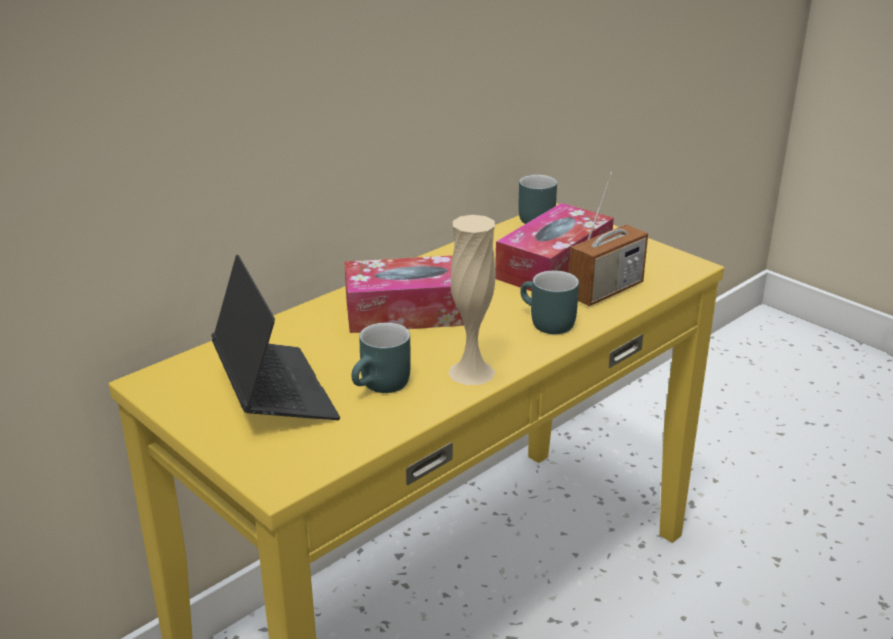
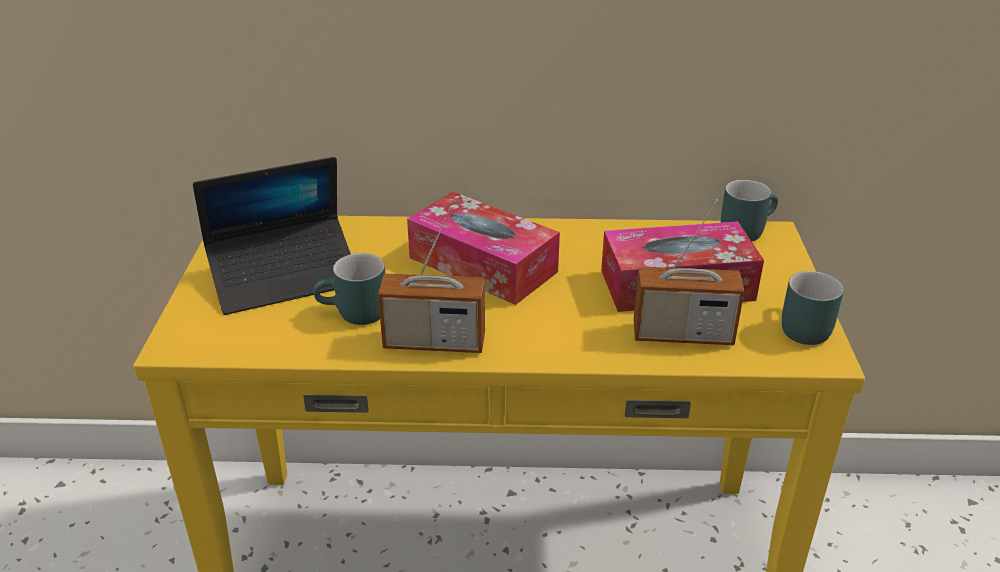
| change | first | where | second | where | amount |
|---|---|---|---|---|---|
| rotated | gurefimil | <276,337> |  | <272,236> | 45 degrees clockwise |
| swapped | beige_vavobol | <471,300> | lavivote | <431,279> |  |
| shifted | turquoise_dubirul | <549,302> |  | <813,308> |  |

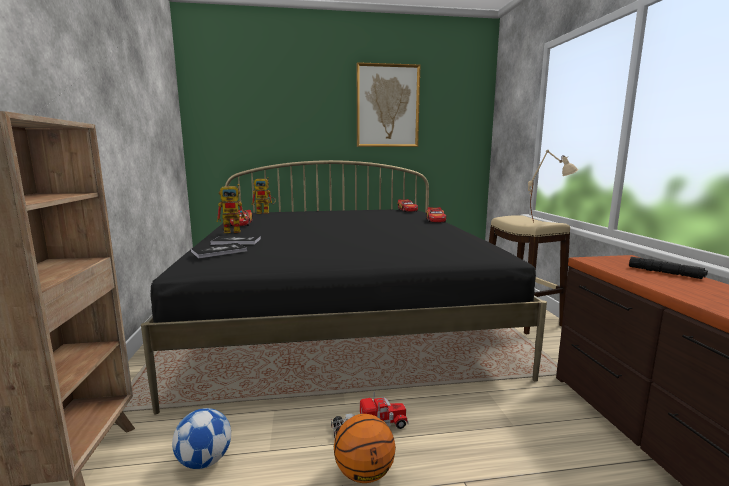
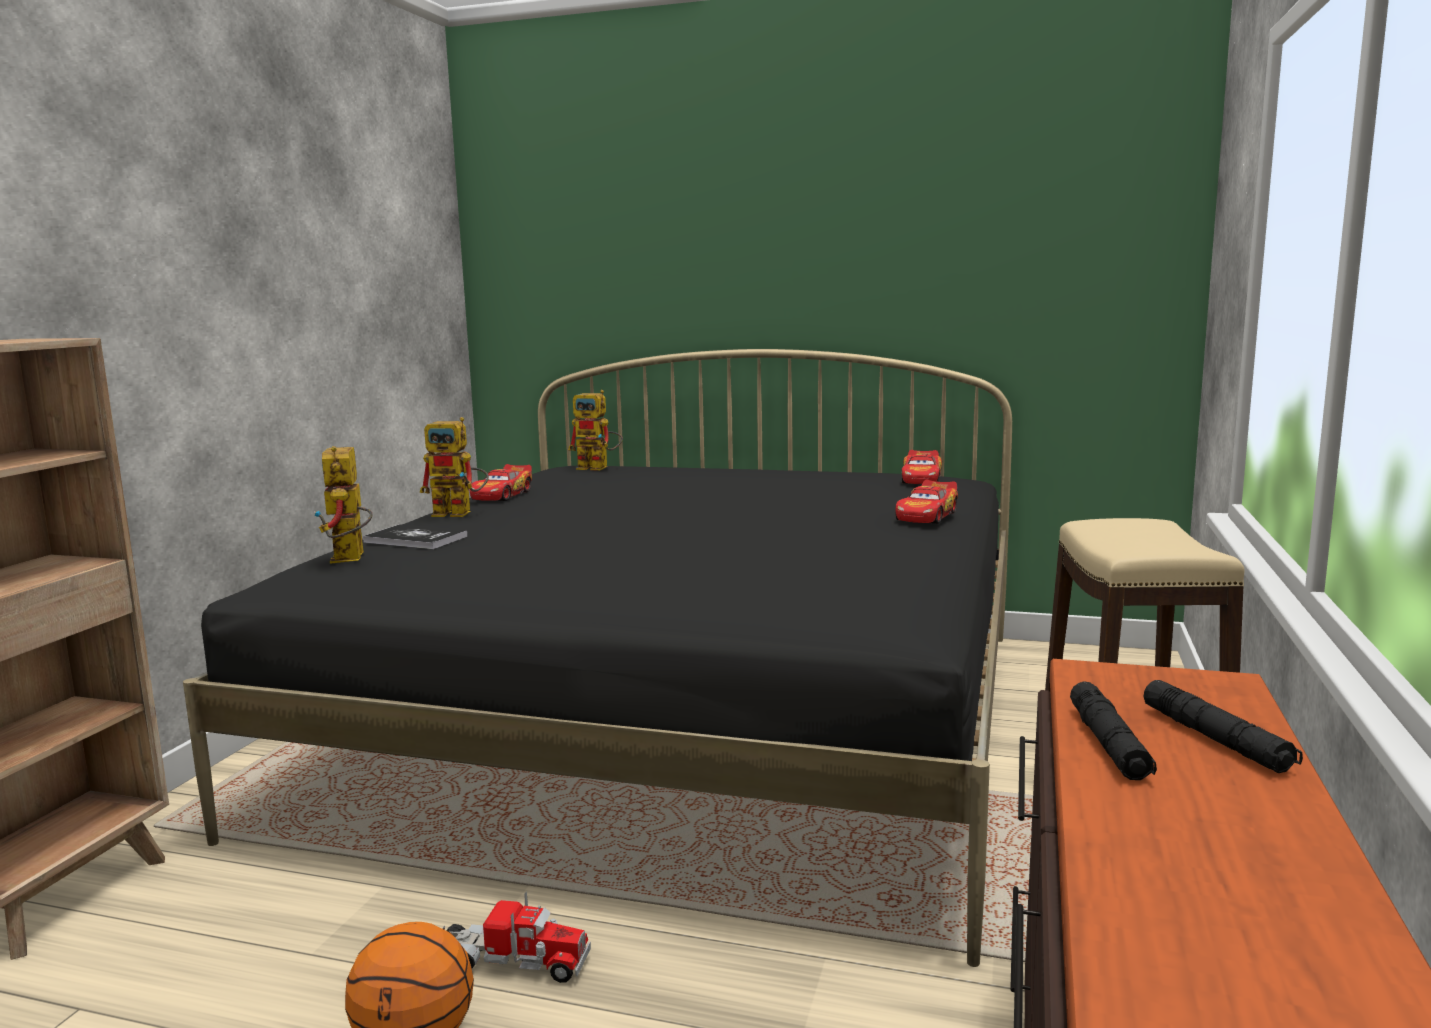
| change | first | where | second | where | amount |
|---|---|---|---|---|---|
| swapped | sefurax | <219,250> | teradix | <343,505> |  |
| new |  |  | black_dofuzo | <1113,730> |  |
| gone | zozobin | <201,438> |  |  |  |
| gone | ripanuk | <388,104> |  |  |  |
| gone | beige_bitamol | <553,186> |  |  |  |

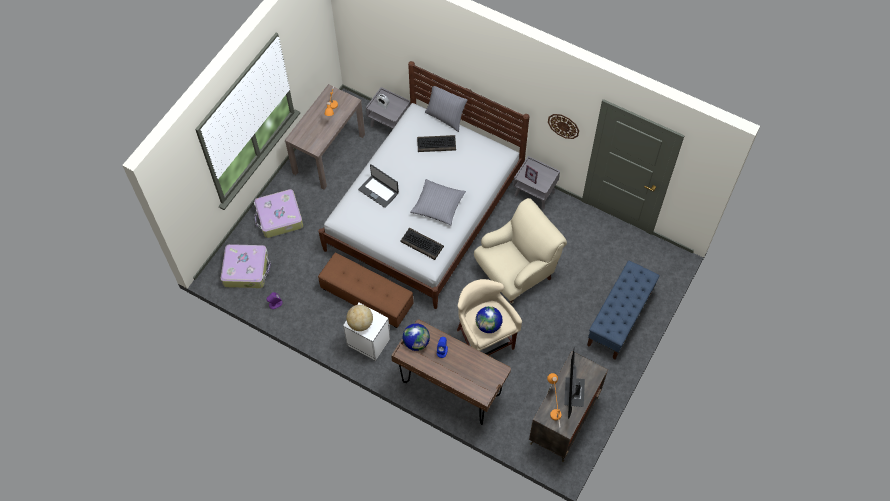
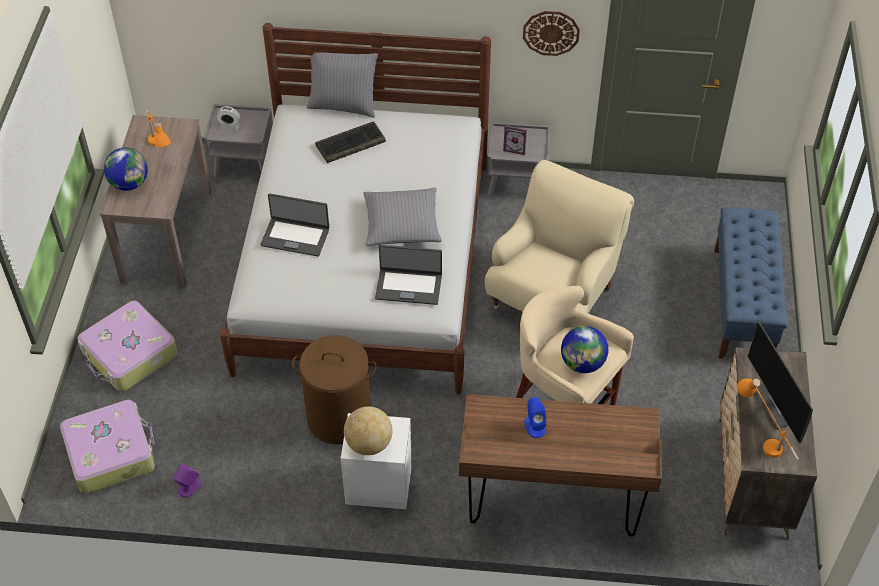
| change | first | where | second | where | amount |
|---|---|---|---|---|---|
| shifted | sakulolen | <416,337> |  | <126,169> |  |
| swapped | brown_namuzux | <366,290> | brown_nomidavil | <334,389> |  |
| swapped | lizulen | <422,244> | gurefimil | <408,275> |  |

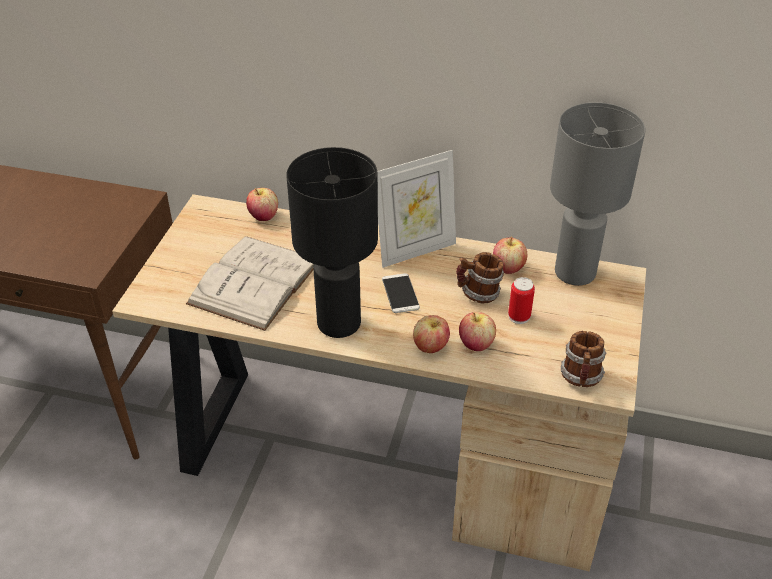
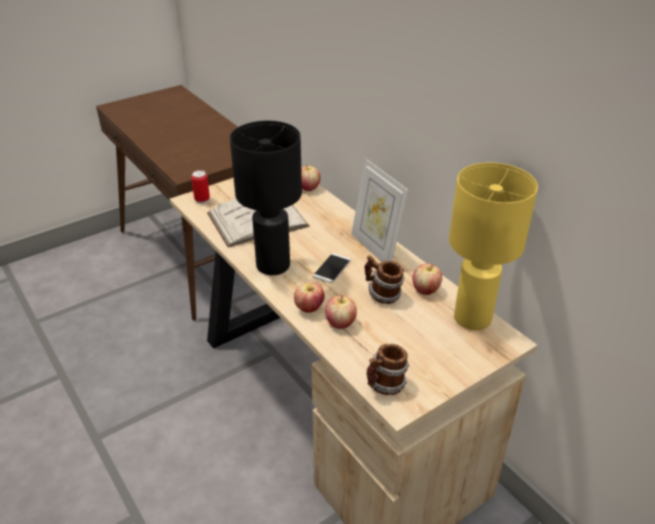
| change | first | where | second | where | amount |
|---|---|---|---|---|---|
| shifted | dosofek | <521,300> |  | <200,187> |  |
| rotated | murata | <416,209> |  | <379,210> | 45 degrees clockwise |
| repainted | grey_bitamol | <597,194> | yellow_bitamol | <493,246> |  |

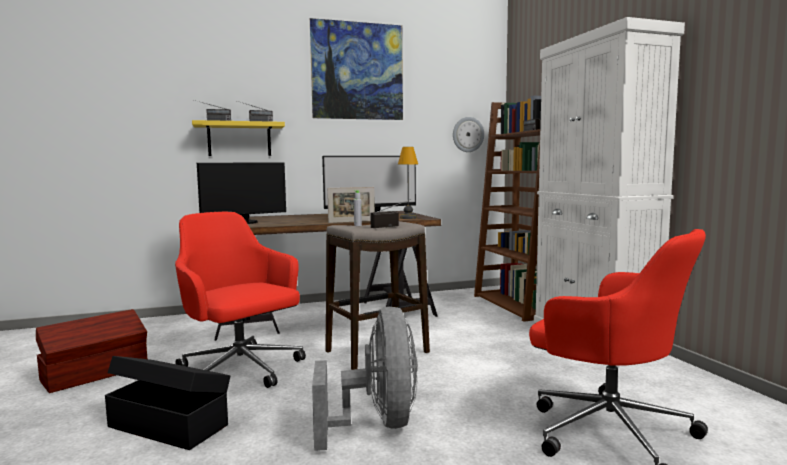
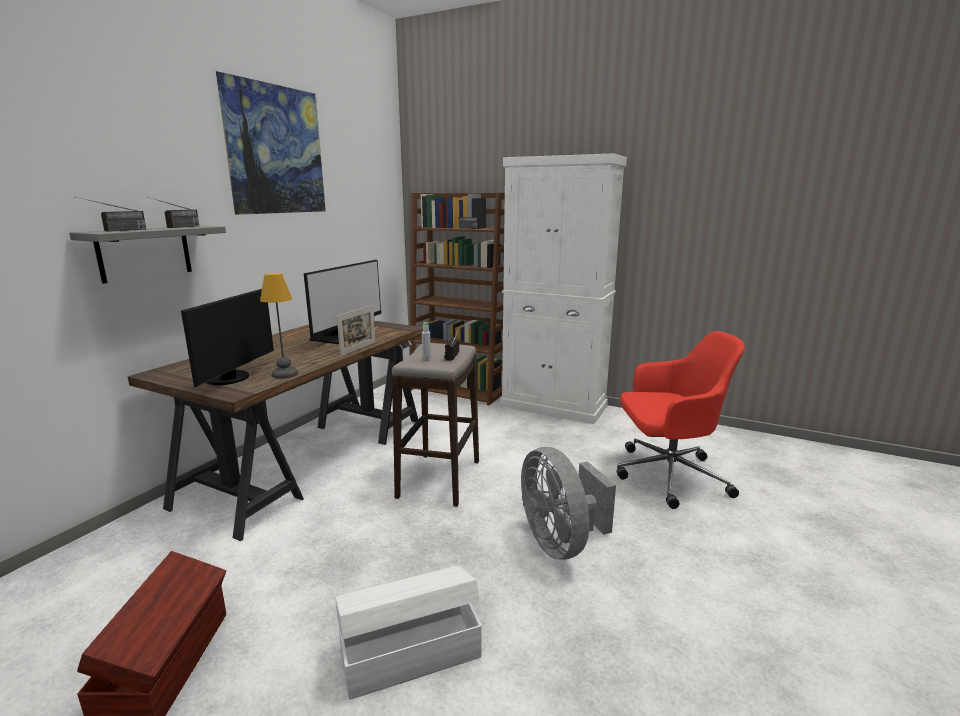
| change | first | where | second | where | amount |
|---|---|---|---|---|---|
| repainted | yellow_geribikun | <238,138> | grey_geribikun | <147,254> |  |
| shifted | bitamol | <408,183> |  | <279,326> |  |
| repainted | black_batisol | <167,403> | white_batisol | <409,632> |  |
| rotated | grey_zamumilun | <365,379> |  | <568,503> | 150 degrees counterclockwise |
| gone | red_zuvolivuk | <240,300> |  |  |  |
| gone | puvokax | <468,134> |  |  |  |

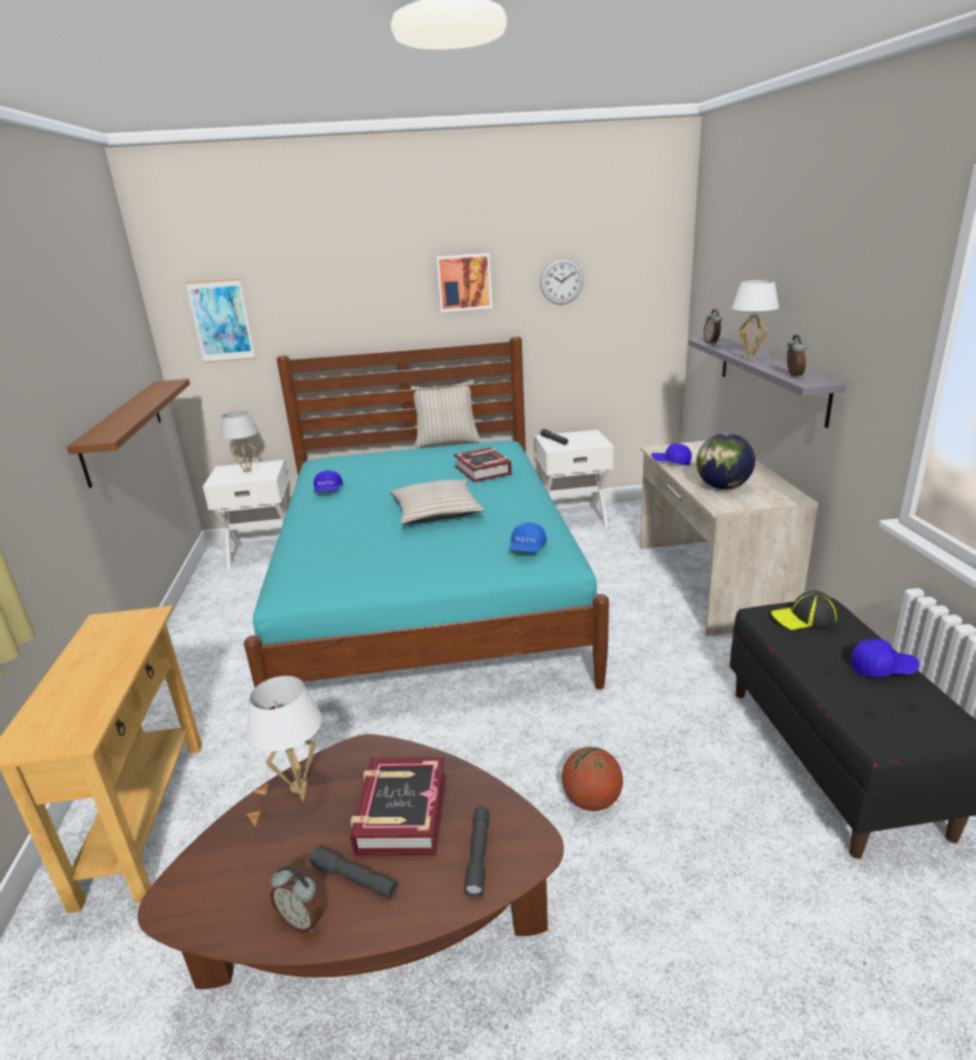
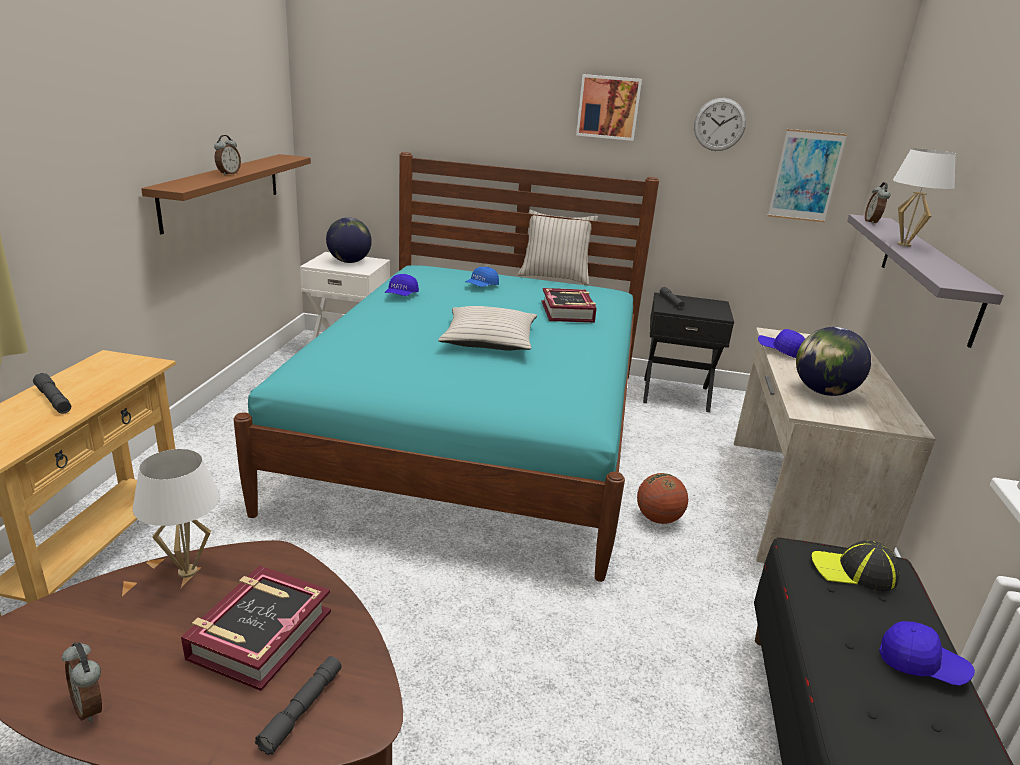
| change | first | where | second | where | amount |
|---|---|---|---|---|---|
| shifted | grey_dofuzo | <353,872> |  | <52,393> |  |
| shifted | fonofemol | <796,356> |  | <227,155> |  |
| swapped | white_bitamol | <239,441> | sakulolen | <349,240> |  |
| shifted | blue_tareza | <528,537> |  | <482,277> |  |
| shifted | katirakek | <592,779> |  | <662,498> |  |
| repainted | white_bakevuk | <574,479> | black_bakevuk | <688,352> |  |
| shifted | ripanuk | <220,320> |  | <807,175> |  |

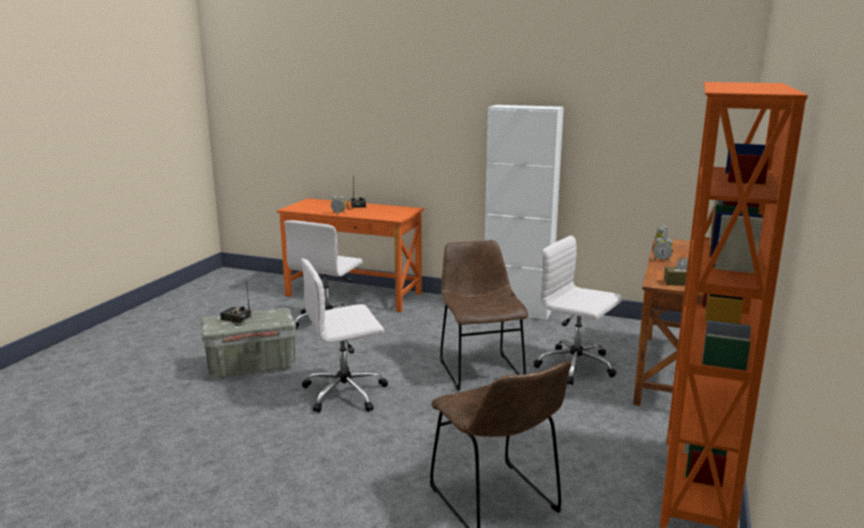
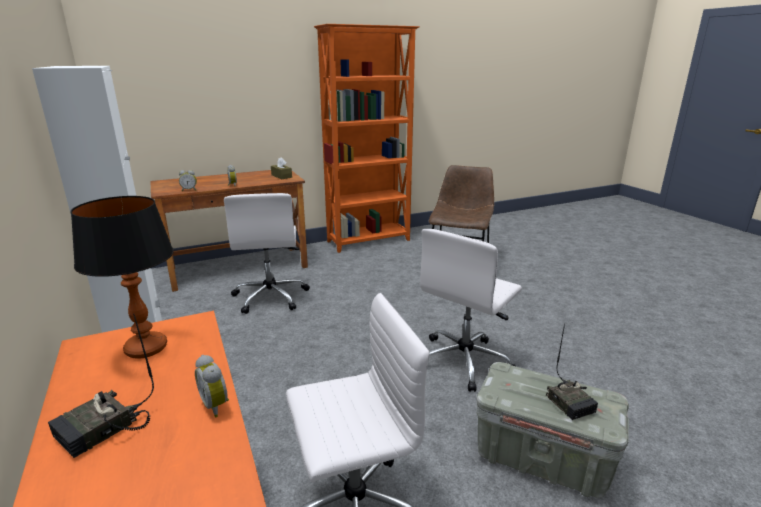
| change | first | where | second | where | amount |
|---|---|---|---|---|---|
| new |  |  | bitamol | <122,277> |  |
| rotated | white_zuvolivuk | <344,335> |  | <471,310> | 105 degrees clockwise |
| gone | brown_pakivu | <484,315> |  |  |  |

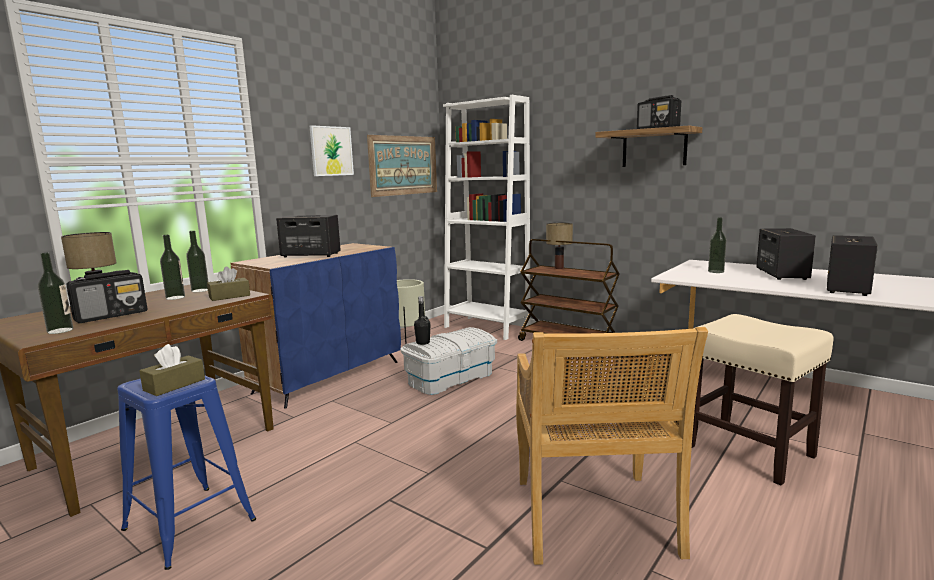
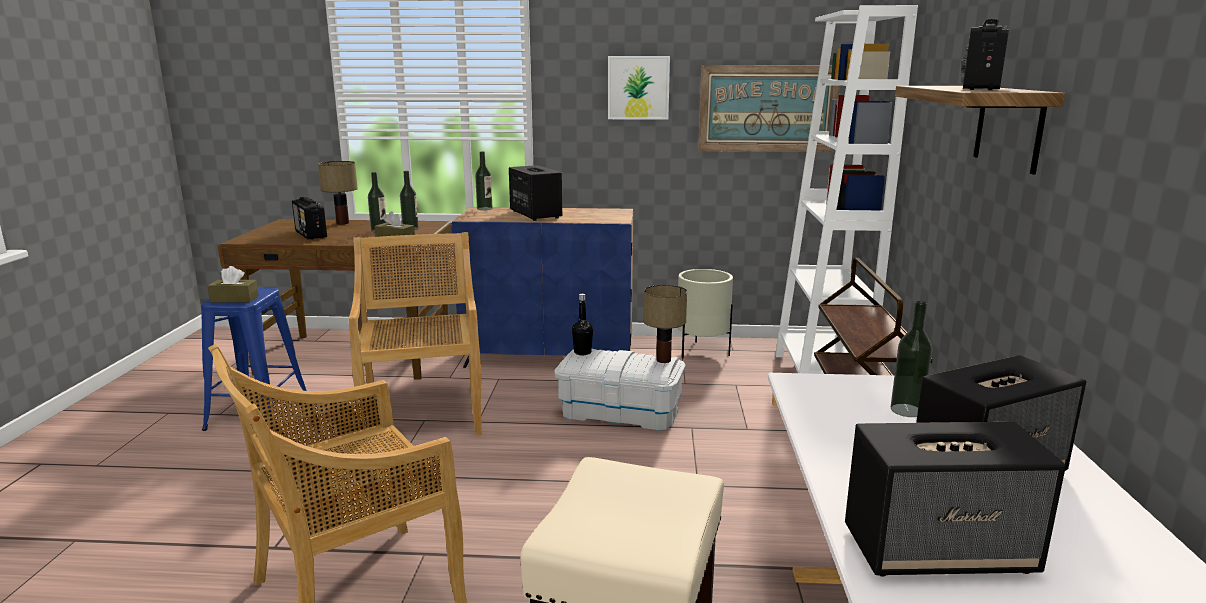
| change | first | where | second | where | amount |
|---|---|---|---|---|---|
| rotated | lavivote | <107,296> |  | <309,218> | 45 degrees clockwise |
| new |  |  | beige_pakivu | <415,333> |  |
| shifted | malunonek | <55,293> |  | <483,180> |  |
| shifted | bitamol | <559,246> |  | <665,324> |  |

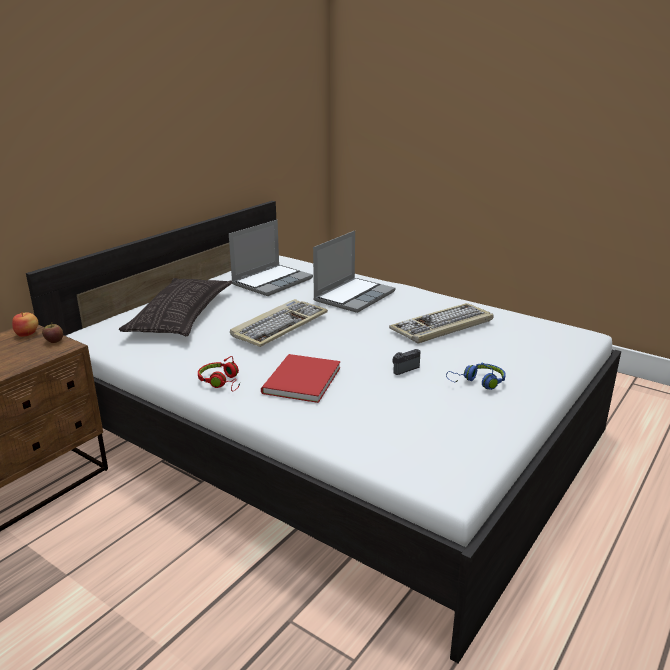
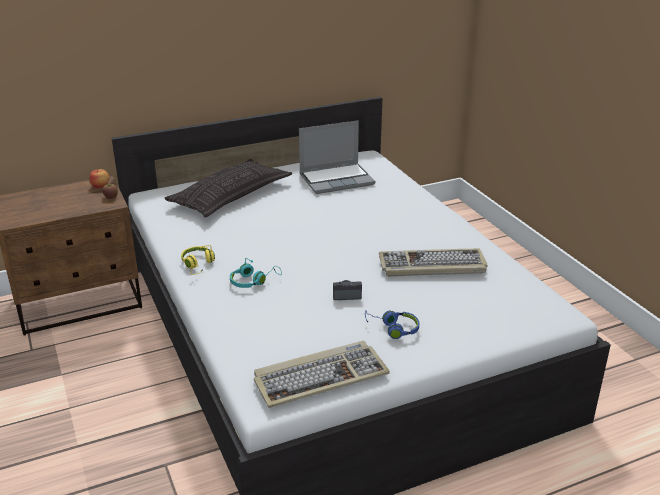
| change | first | where | second | where | amount |
|---|---|---|---|---|---|
| repainted | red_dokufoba | <219,373> | yellow_dokufoba | <198,260> |  |
| swapped | red_sefurax | <301,378> | turquoise_dokufoba | <256,273> |  |
| shifted | lizulen | <279,323> |  | <322,374> |  |
| gone | gurefimil | <354,272> |  |  |  |

